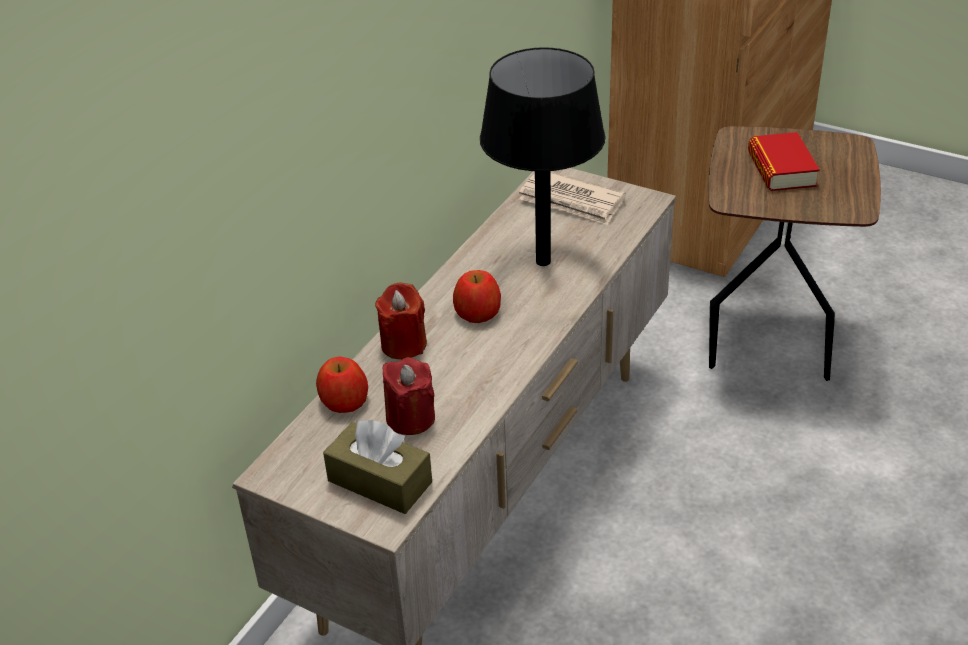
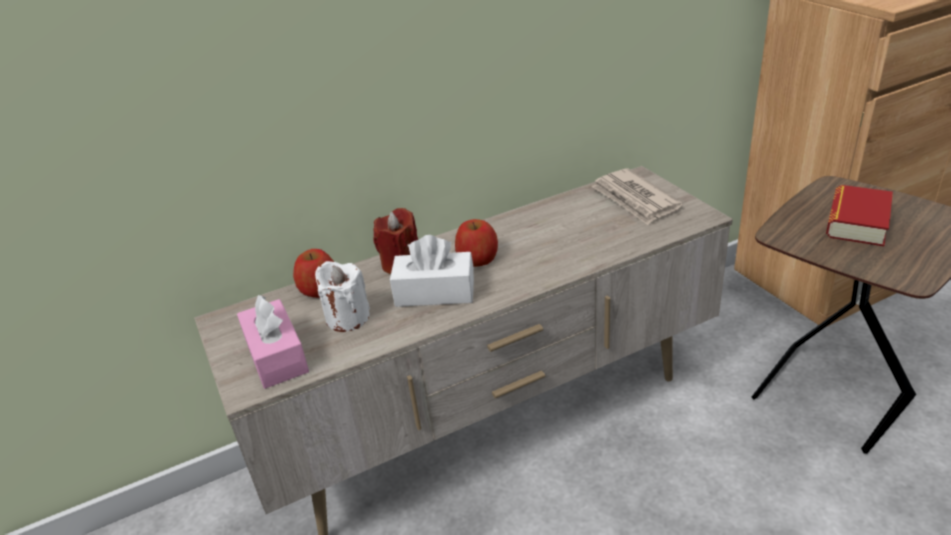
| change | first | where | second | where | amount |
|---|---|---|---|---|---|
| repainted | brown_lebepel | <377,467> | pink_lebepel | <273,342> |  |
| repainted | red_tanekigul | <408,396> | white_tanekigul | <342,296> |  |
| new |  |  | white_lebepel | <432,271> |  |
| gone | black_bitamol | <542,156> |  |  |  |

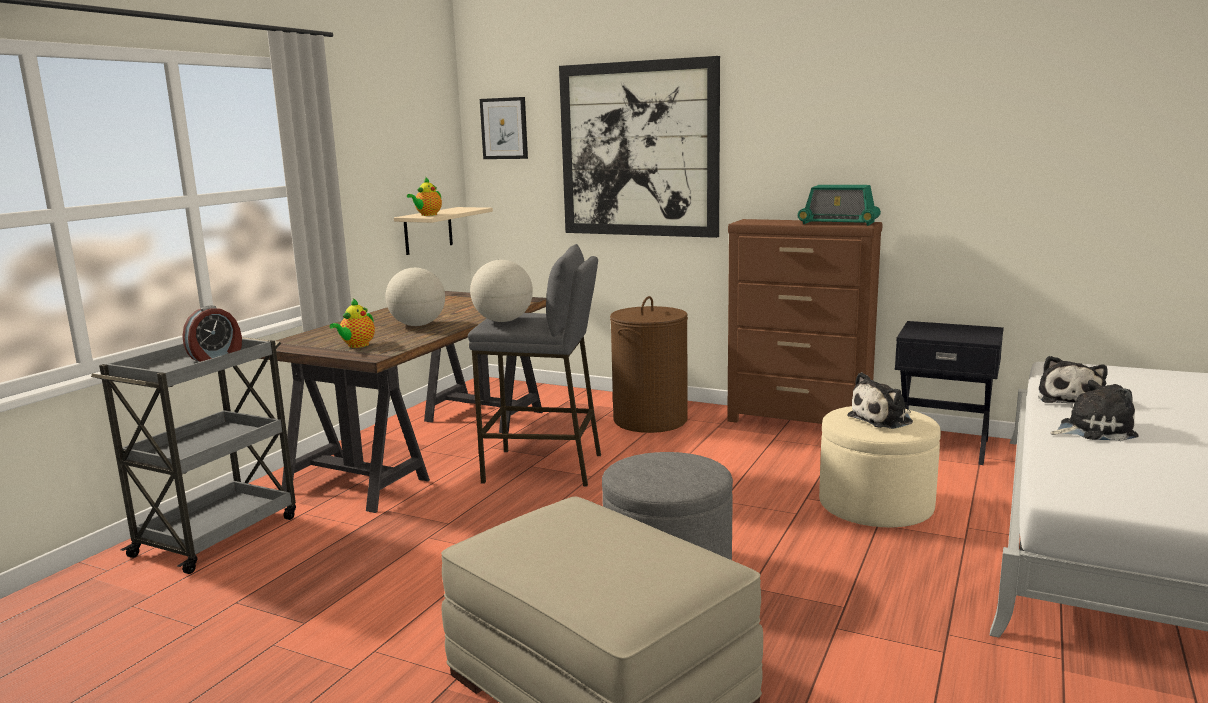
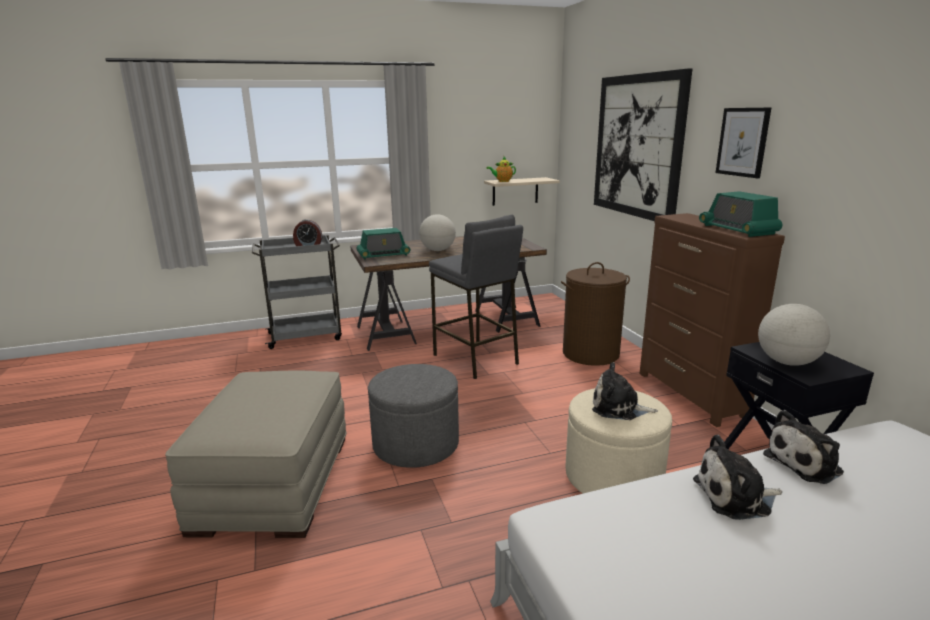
| change | first | where | second | where | amount |
|---|---|---|---|---|---|
| swapped | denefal | <352,323> | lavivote | <383,244> |  |
| rotated | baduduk | <1094,410> |  | <737,477> | 135 degrees clockwise |
| shifted | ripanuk | <504,128> |  | <743,143> |  |
| shifted | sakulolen | <501,291> |  | <794,335> |  |

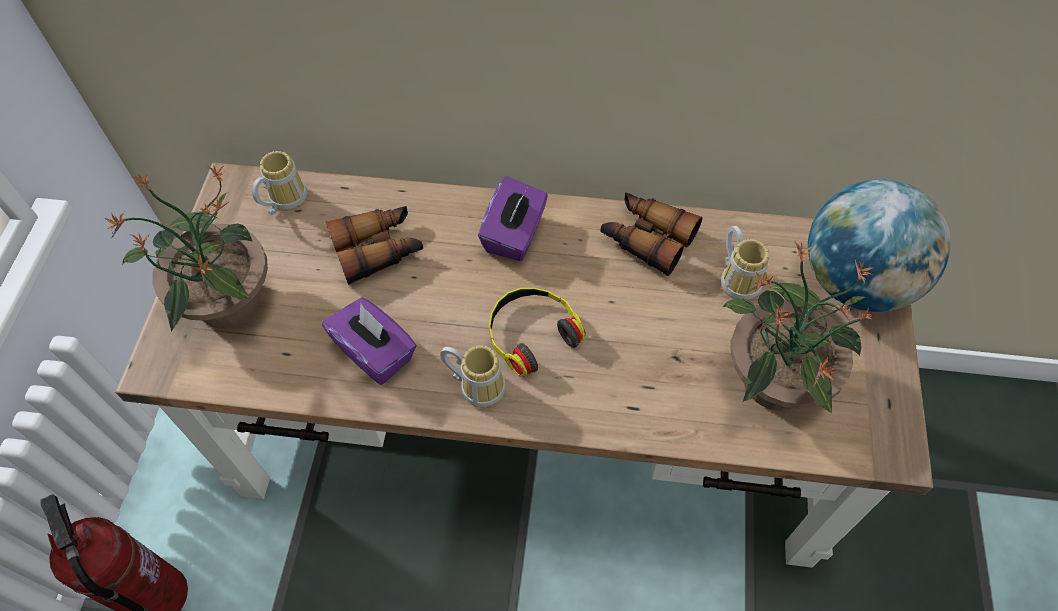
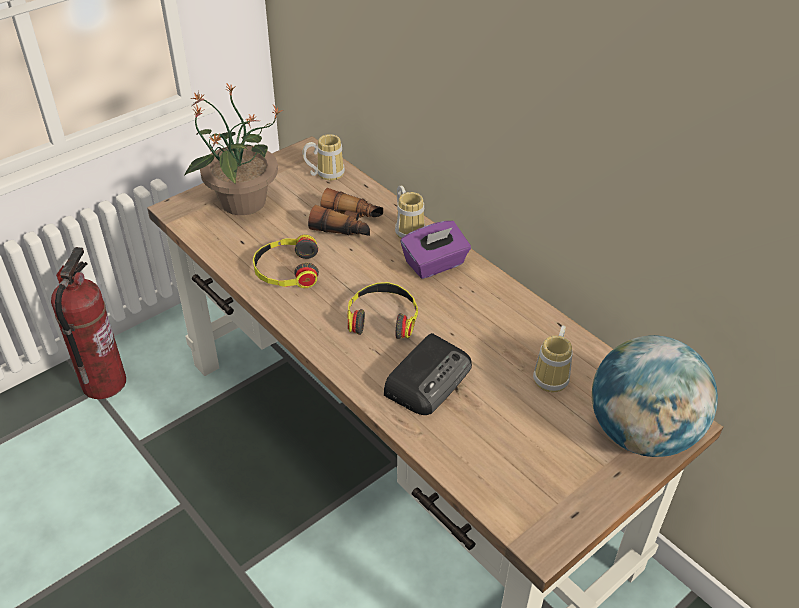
| change | first | where | second | where | amount |
|---|---|---|---|---|---|
| swapped | purple_lebepel | <369,341> | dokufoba | <286,261> |  |
| new |  |  | lavivote | <428,374> |  |
| shifted | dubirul | <473,376> |  | <410,212> |  |
| gone | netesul | <651,234> |  |  |  |
| gone | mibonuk | <799,327> |  |  |  |

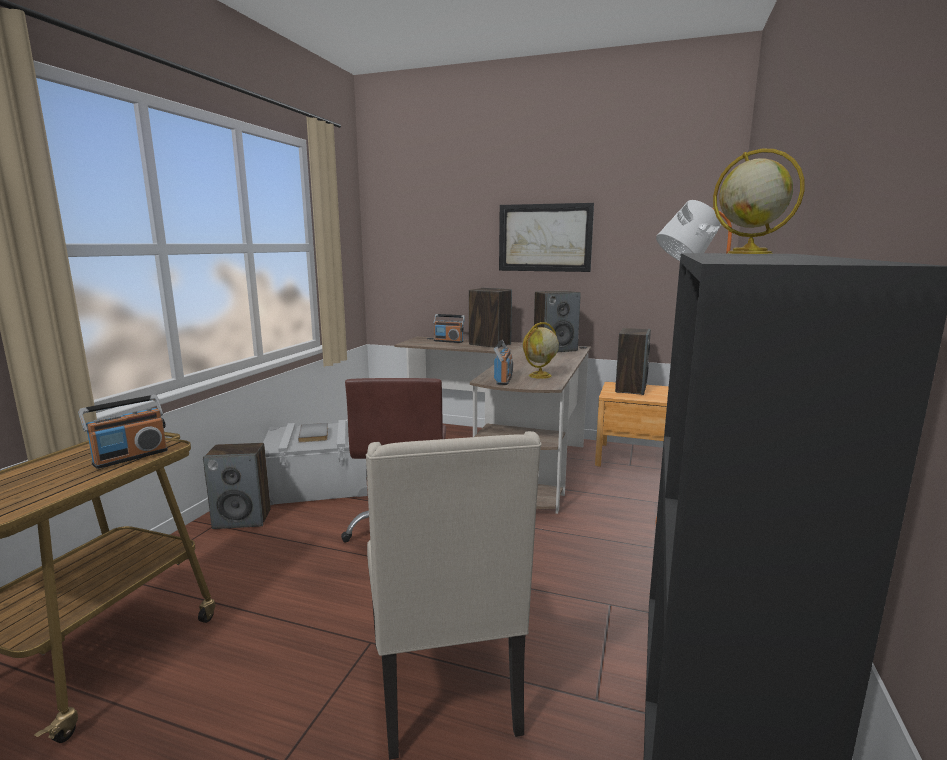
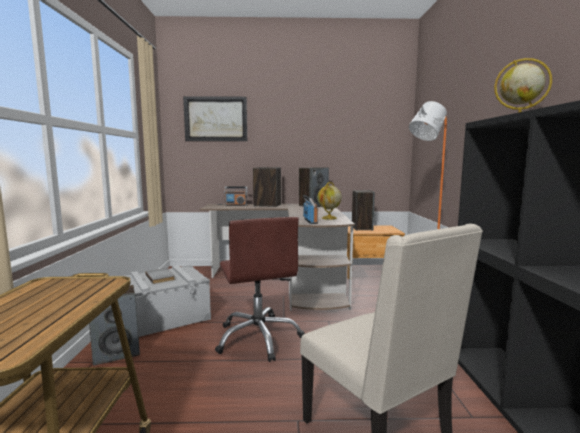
| change | first | where | second | where | amount |
|---|---|---|---|---|---|
| shifted | ripanuk | <546,237> |  | <215,118> |  |
| gone | lavivote | <123,432> |  |  |  |

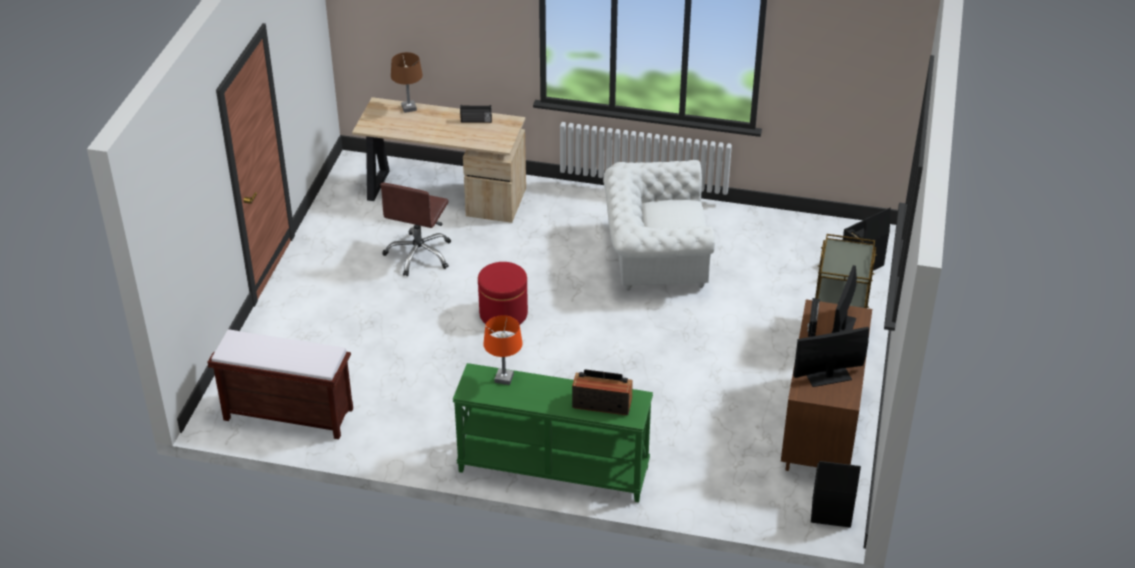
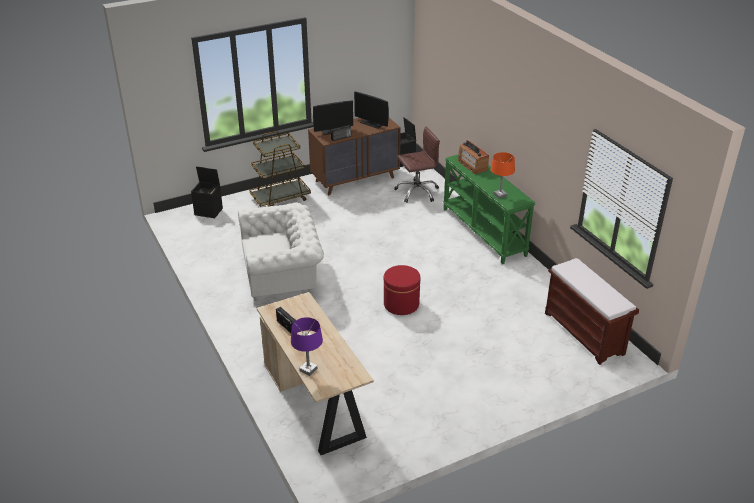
| change | first | where | second | where | amount |
|---|---|---|---|---|---|
| rotated | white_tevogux | <659,225> |  | <281,251> | 60 degrees counterclockwise |
| repainted | brown_bitamol | <407,82> | purple_bitamol | <307,346> |  |
| shifted | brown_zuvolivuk | <415,229> |  | <417,165> |  |

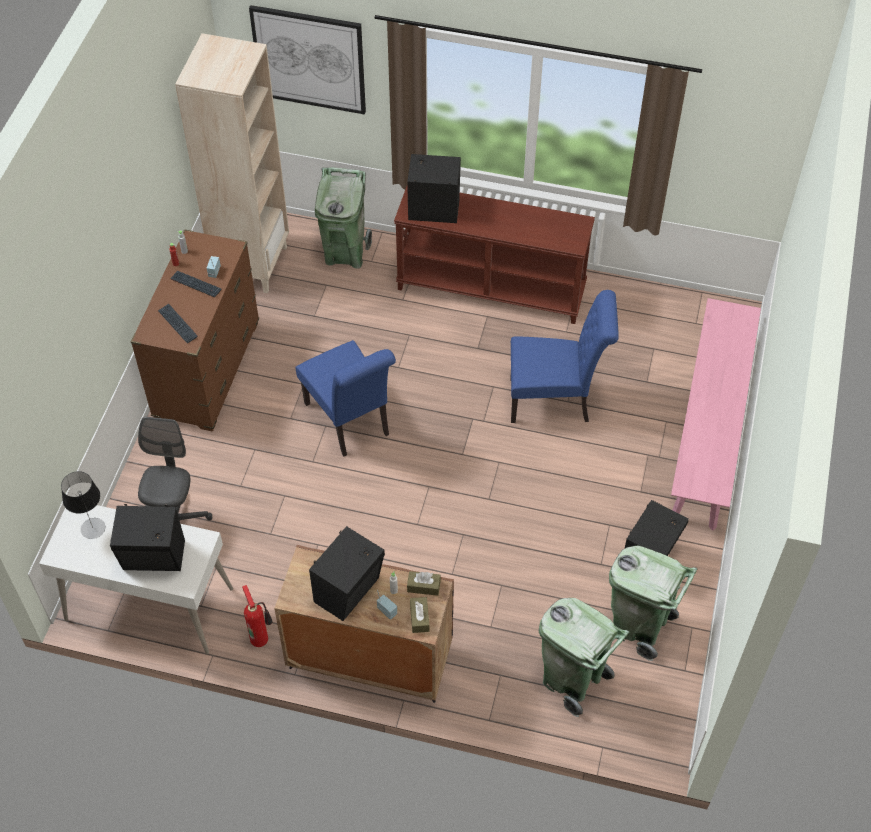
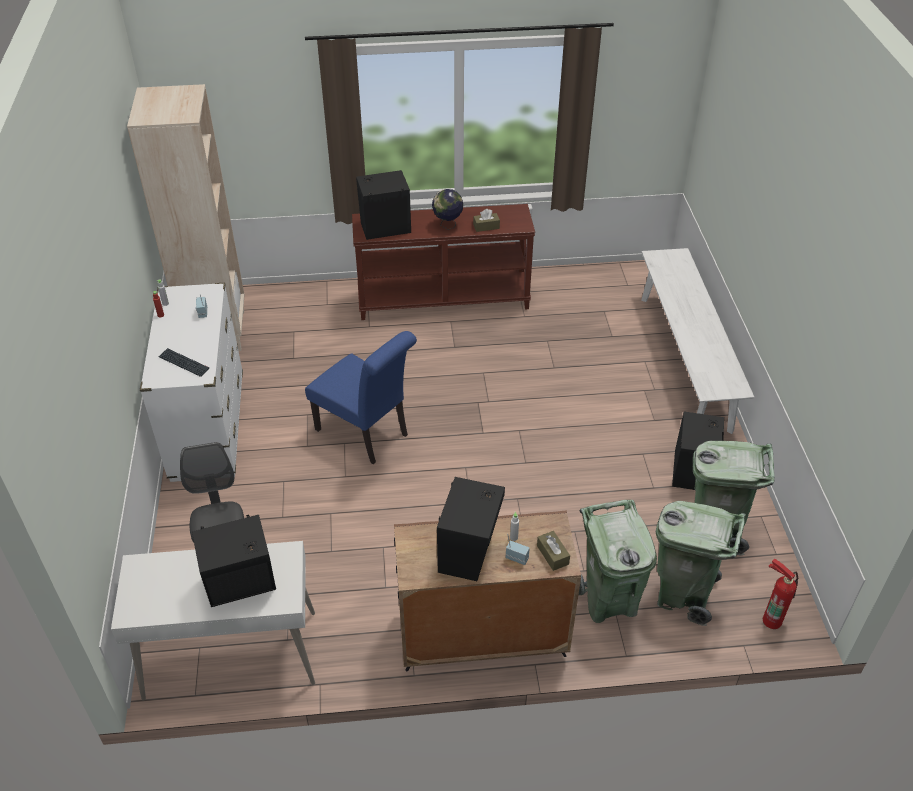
| change | first | where | second | where | amount |
|---|---|---|---|---|---|
| repainted | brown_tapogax | <194,330> | white_tapogax | <191,382> |  |
| new |  |  | sakulolen | <447,209> |  |
| shifted | brown_lebepel | <424,583> |  | <486,220> |  |
| shifted | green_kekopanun | <343,218> |  | <617,561> |  |
| repainted | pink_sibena | <716,414> | white_sibena | <697,341> |  |
| shifted | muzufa | <257,616> |  | <780,593> |  |
| gone | bitamol | <83,505> |  |  |  |
| gone | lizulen | <195,284> |  |  |  |
| gone | ripanuk | <307,59> |  |  |  |
| gone | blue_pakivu | <565,356> |  |  |  |

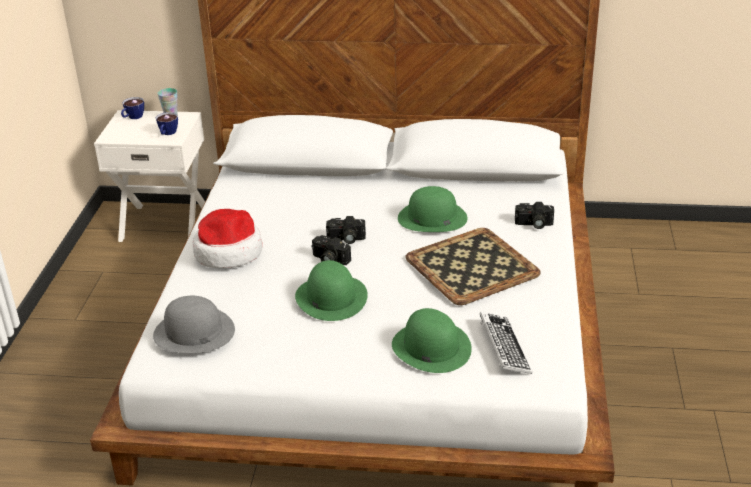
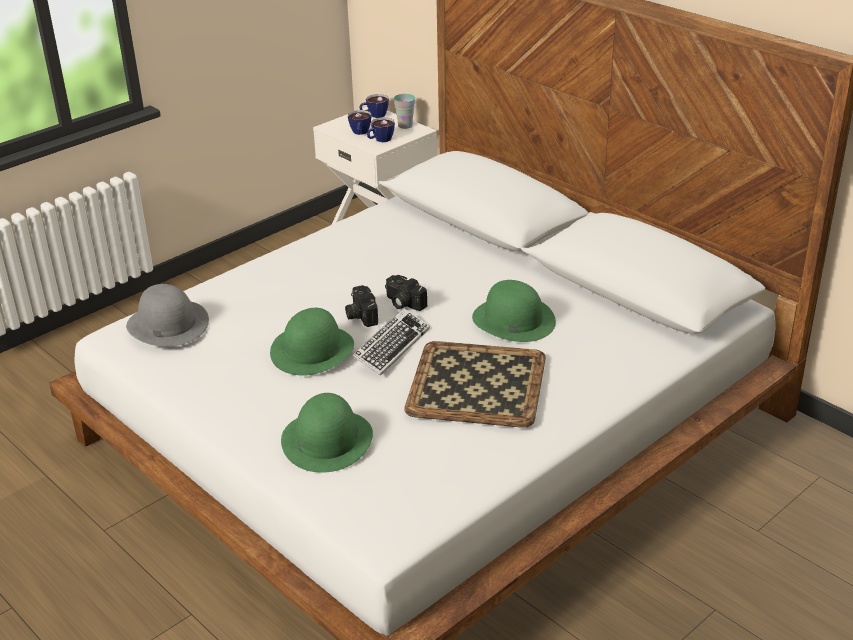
| change | first | where | second | where | amount |
|---|---|---|---|---|---|
| new |  |  | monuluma | <360,122> |  |
| shifted | lizulen | <506,343> |  | <391,342> |  |
| gone | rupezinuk | <227,238> |  |  |  |
| gone | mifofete | <534,215> |  |  |  |

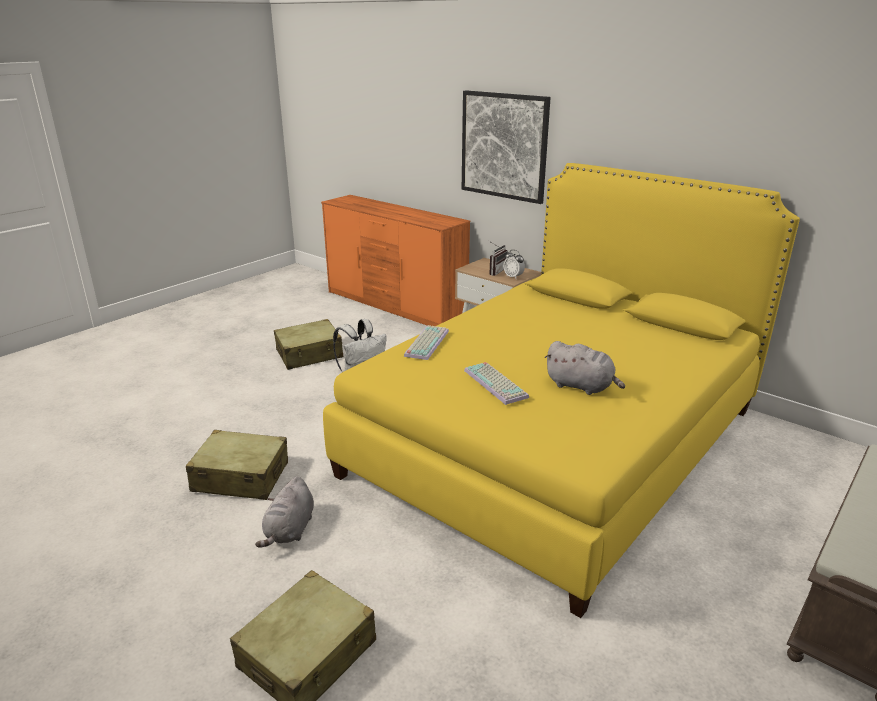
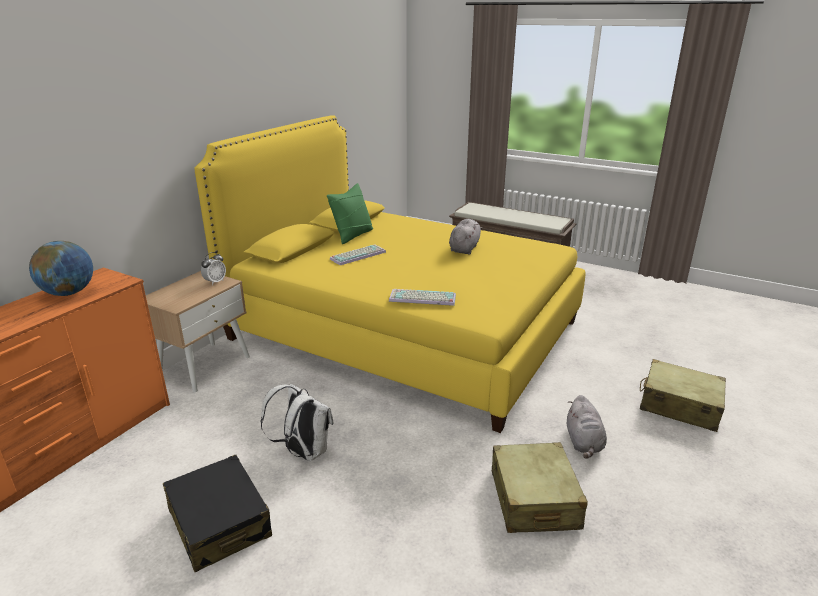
| change | first | where | second | where | amount |
|---|---|---|---|---|---|
| new |  |  | sakulolen | <61,268> |  |
| repainted | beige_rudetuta | <308,344> | black_rudetuta | <217,513> |  |
| new |  |  | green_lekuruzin | <350,213> |  |
| shifted | lizulen | <496,383> |  | <358,254> |  |
| rotated | grey_baduduk | <284,512> |  | <587,427> | 90 degrees clockwise |
| gone | ripanuk | <506,147> |  |  |  |
| gone | lavivote | <498,258> |  |  |  |

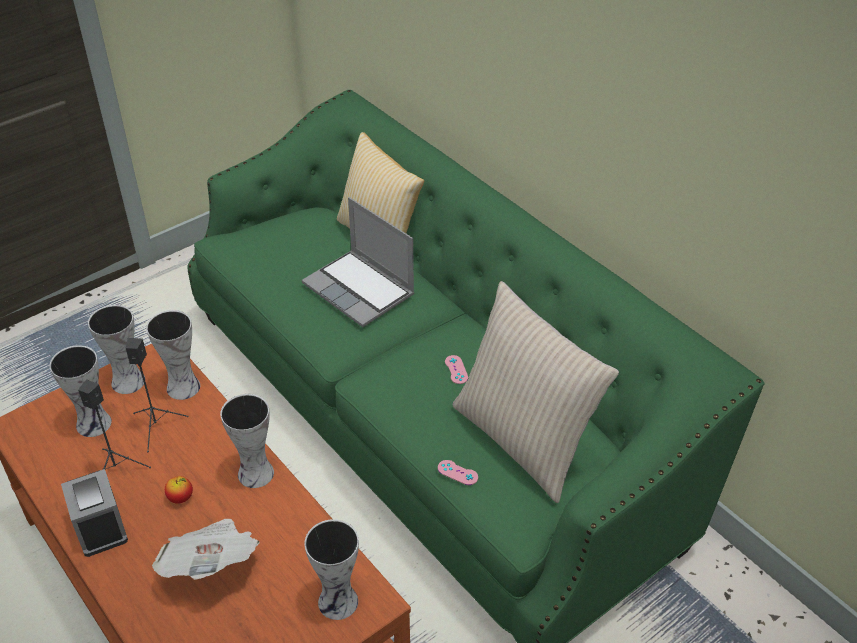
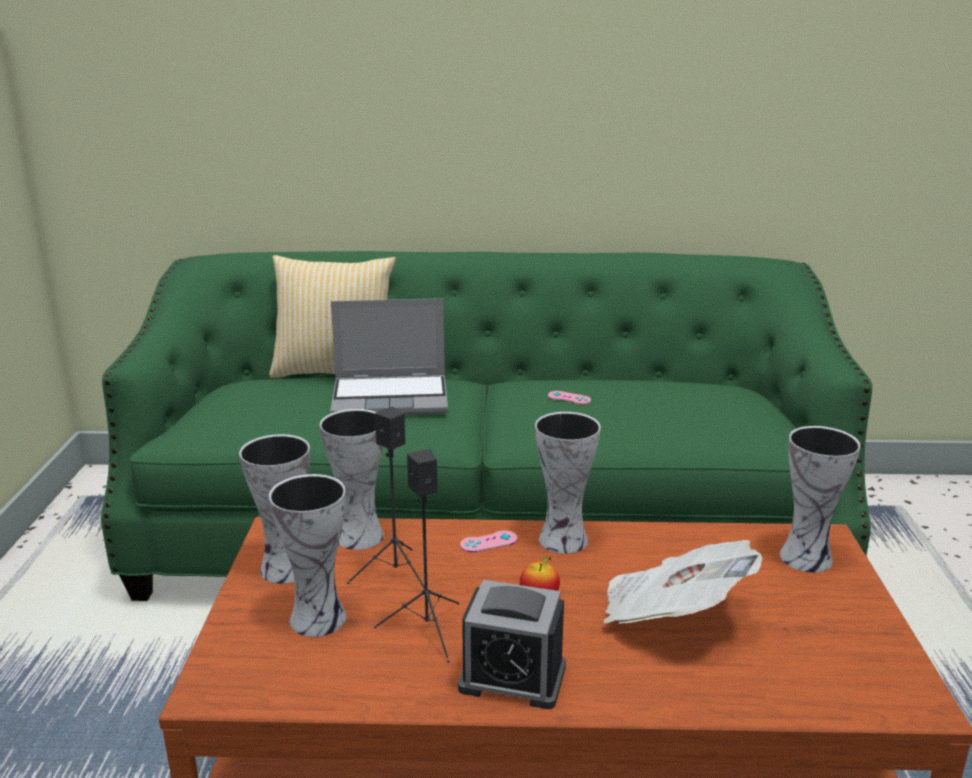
| change | first | where | second | where | amount |
|---|---|---|---|---|---|
| shifted | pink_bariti | <458,472> |  | <488,541> |  |
| gone | beige_lekuruzin | <535,392> |  |  |  |

